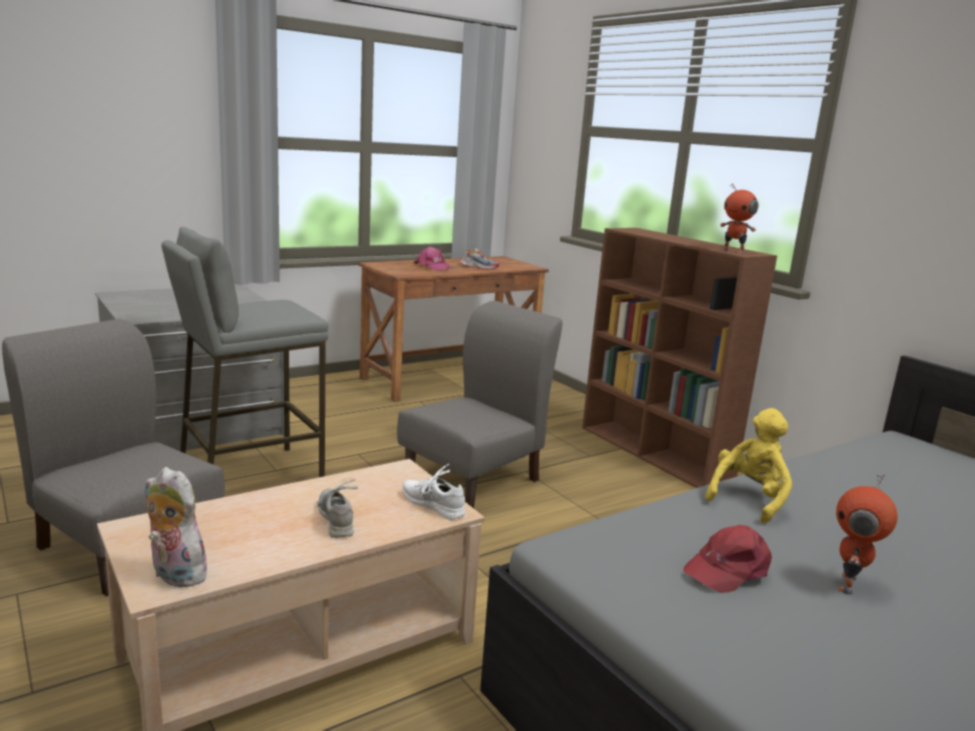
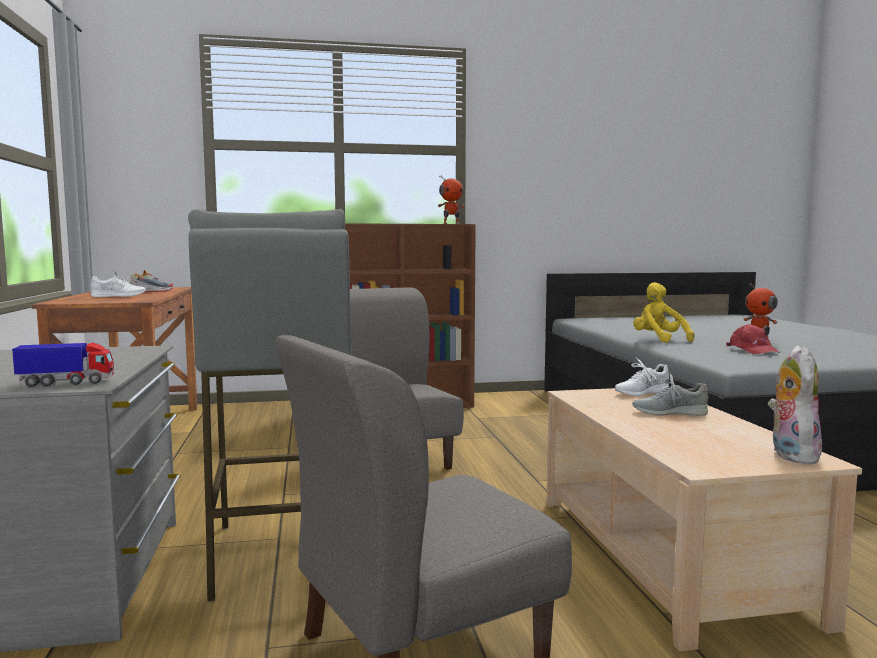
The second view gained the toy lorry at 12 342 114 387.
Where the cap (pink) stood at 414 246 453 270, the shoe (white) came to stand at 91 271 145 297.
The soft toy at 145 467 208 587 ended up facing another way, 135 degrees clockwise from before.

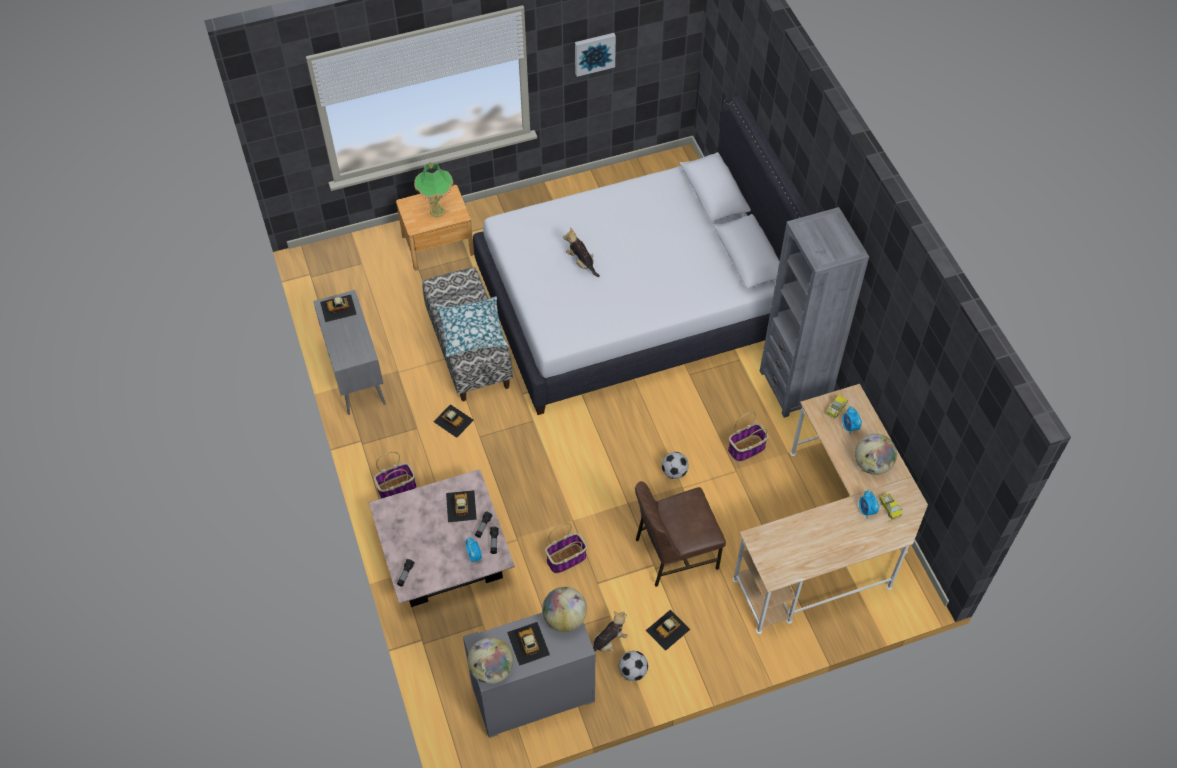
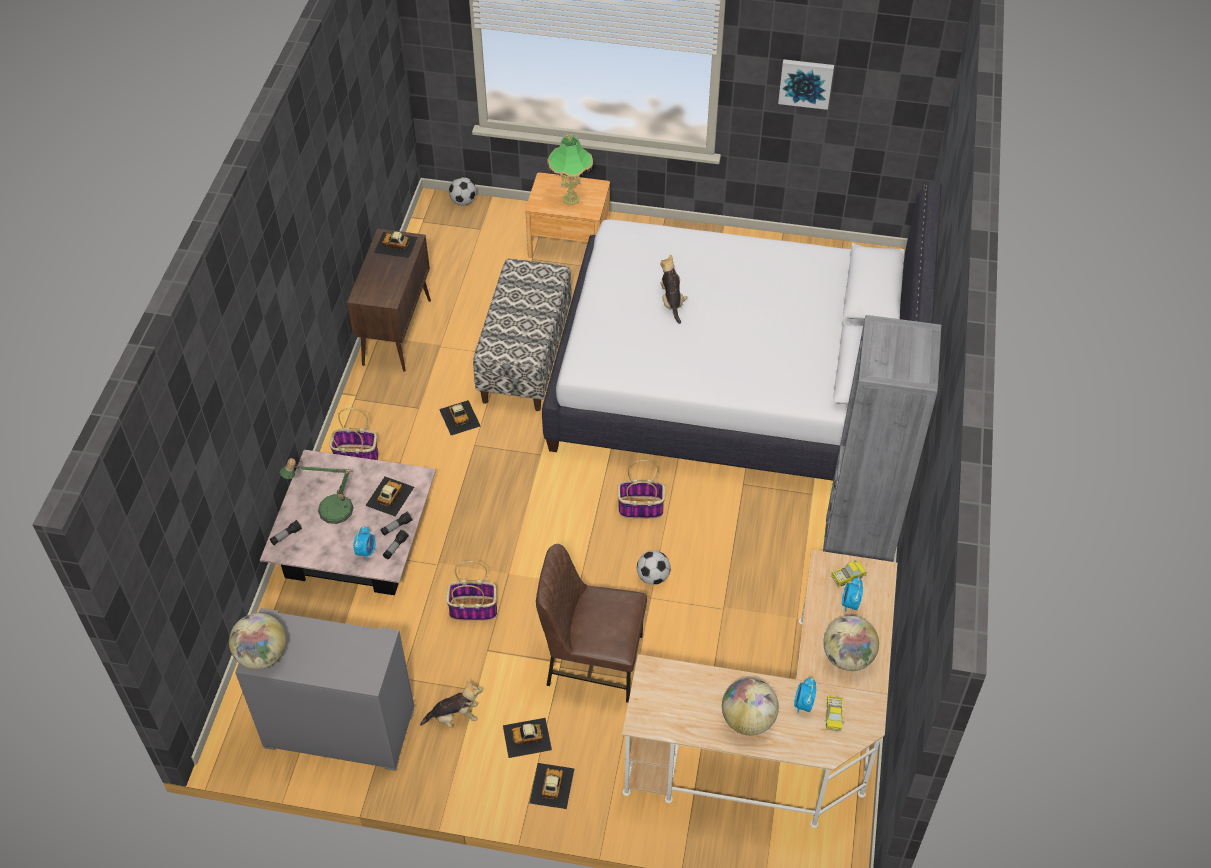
The second view gained the tabletop lamp at 280 458 354 524.
What was the cupboard (gray) at 313 290 386 415 turned into the cupboard (brownish) at 347 228 431 372.
The football ball ended up elsewhere, having gone from 619 651 648 681 to 449 177 476 205.
The model car ended up elsewhere, having gone from 507 622 550 666 to 529 763 575 809.
The household basket ended up elsewhere, having gone from 728 412 769 462 to 618 460 665 518.
The world globe ended up elsewhere, having gone from 542 587 587 632 to 722 678 779 735.
The second view lost the pillow at 436 297 508 357.

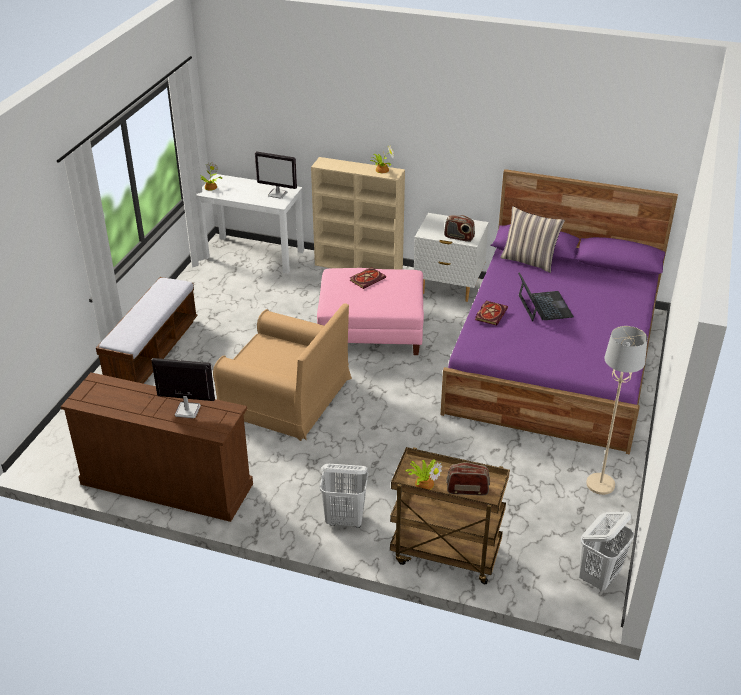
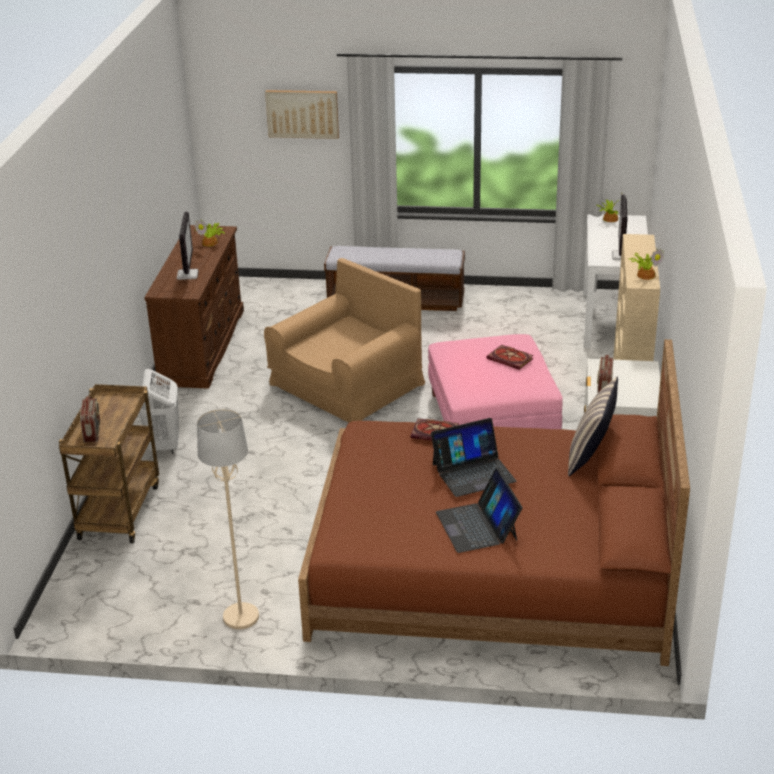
The houseplant ended up elsewhere, having gone from 406 459 442 490 to 195 219 225 246.
The armchair (brownish) at 213 304 352 441 ended up facing another way, 150 degrees counterclockwise from before.
The second view gained the wall art at 265 90 339 139.
What was the bedroom bed (purplish) at 440 169 678 454 turned into the bedroom bed (brownish) at 298 339 690 666.
The second view gained the portable computer at 436 468 522 553.
The second view lost the hamper (white) at 579 511 634 591.

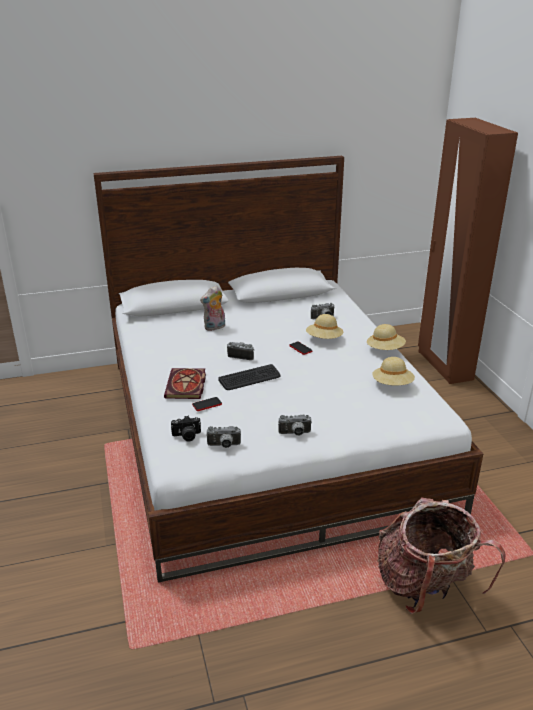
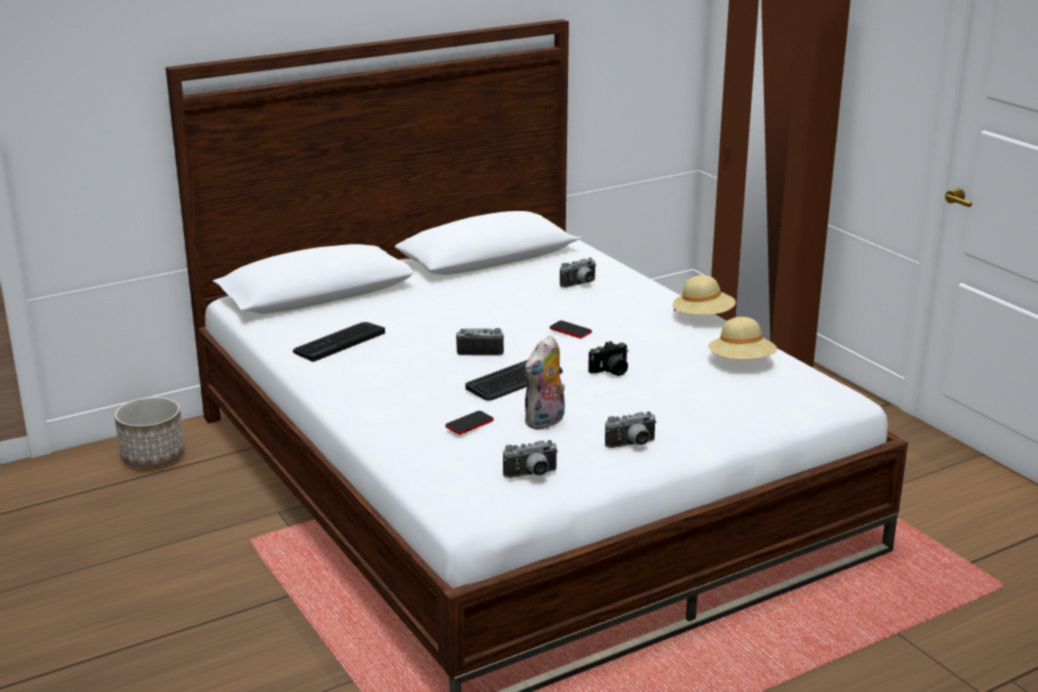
The second view gained the planter at 114 397 185 468.
The second view gained the PC keyboard at 293 322 385 362.
The soft toy ended up elsewhere, having gone from 200 285 225 331 to 525 335 565 430.
The still camera ended up elsewhere, having gone from 171 416 201 441 to 588 341 628 376.
The second view lost the book at 164 368 206 399.
The second view lost the wearable hat (beige-coloured) at 306 314 343 339.
The second view lost the rucksack at 377 498 506 614.

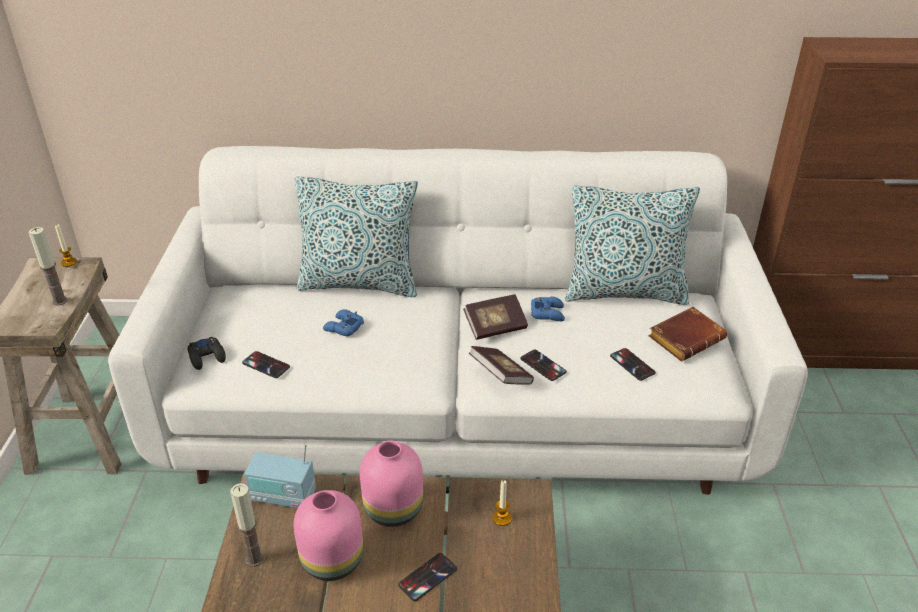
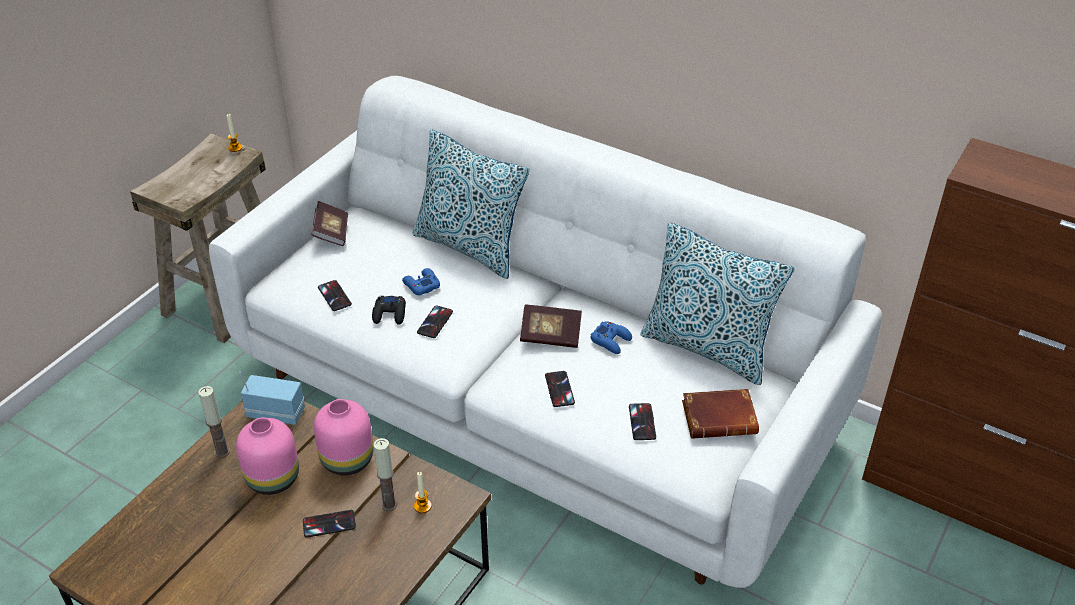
The radio receiver at 244 444 316 508 ended up facing another way, 150 degrees clockwise from before.
The book ended up elsewhere, having gone from 469 346 534 385 to 312 201 348 246.
The gamepad (black-coloured) ended up elsewhere, having gone from 187 337 226 370 to 372 296 406 324.
The wax candle ended up elsewhere, having gone from 29 227 68 306 to 373 438 397 511.
The second view gained the phone at 417 305 453 338.

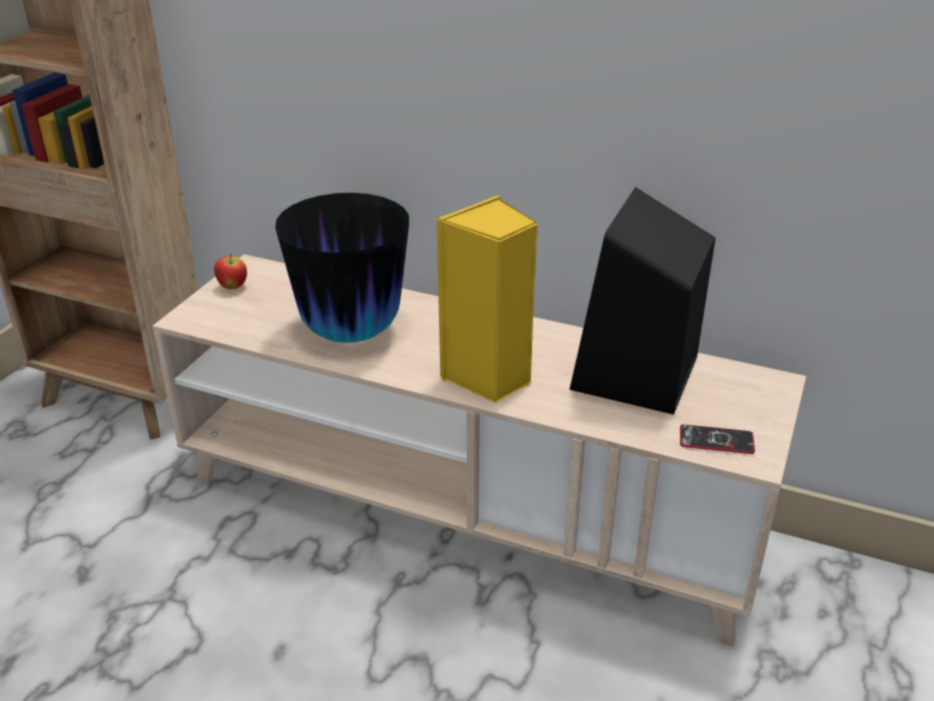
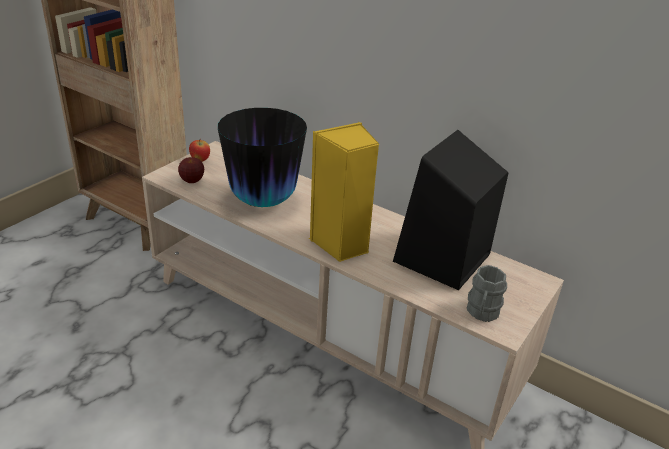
The second view gained the apple at 178 157 204 183.
Where the phone stood at 680 424 755 454, the mug (gray) came to stand at 467 265 507 322.

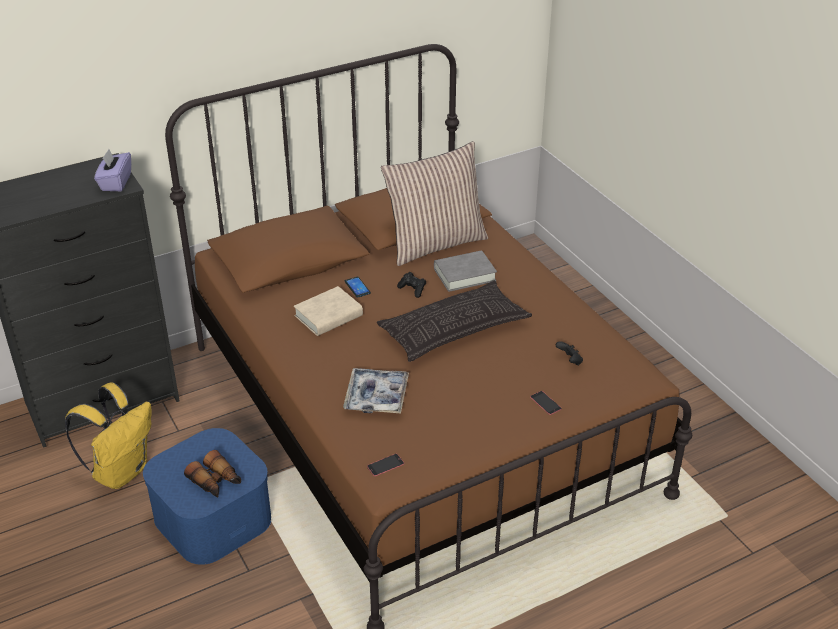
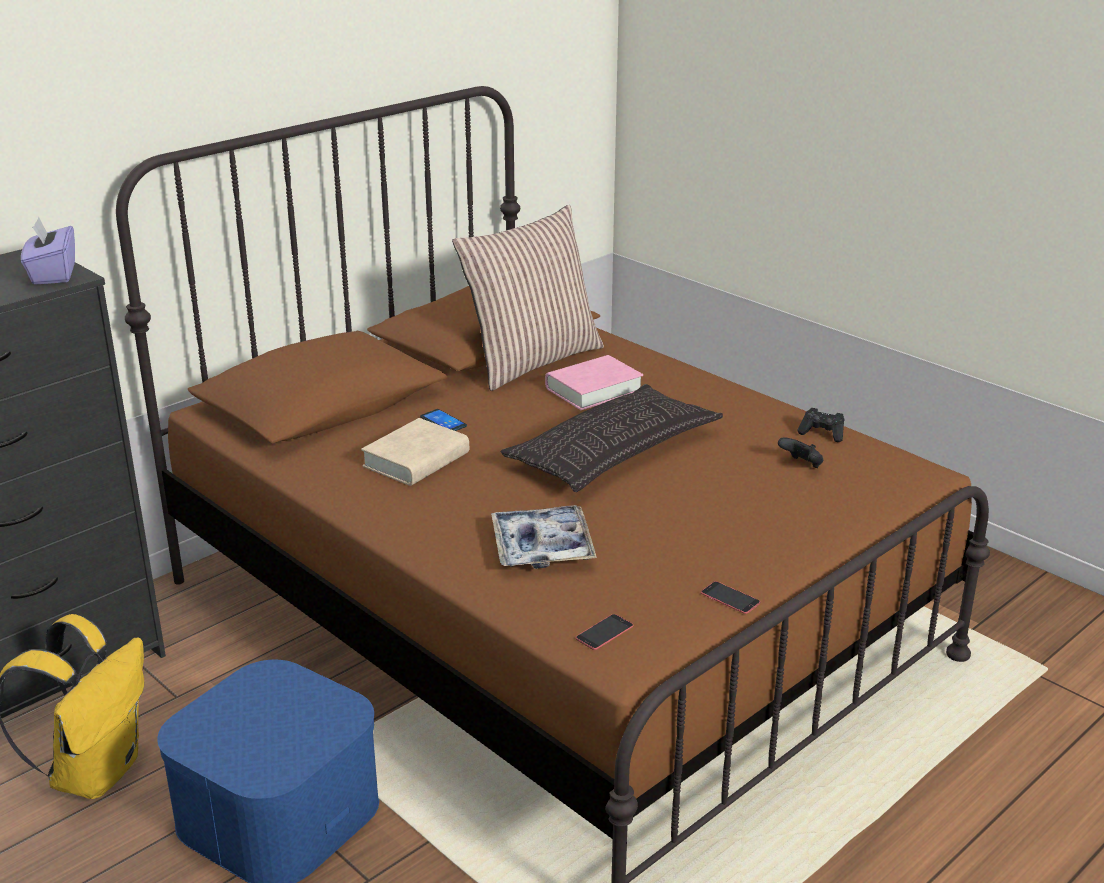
What was the book (gray) at 434 250 497 292 turned into the book (pink) at 545 355 643 410.
The phone ended up elsewhere, having gone from 530 391 562 415 to 701 581 760 614.
The gamepad (black-coloured) ended up elsewhere, having gone from 397 272 426 298 to 797 408 845 442.
The second view lost the binoculars at 184 450 241 498.

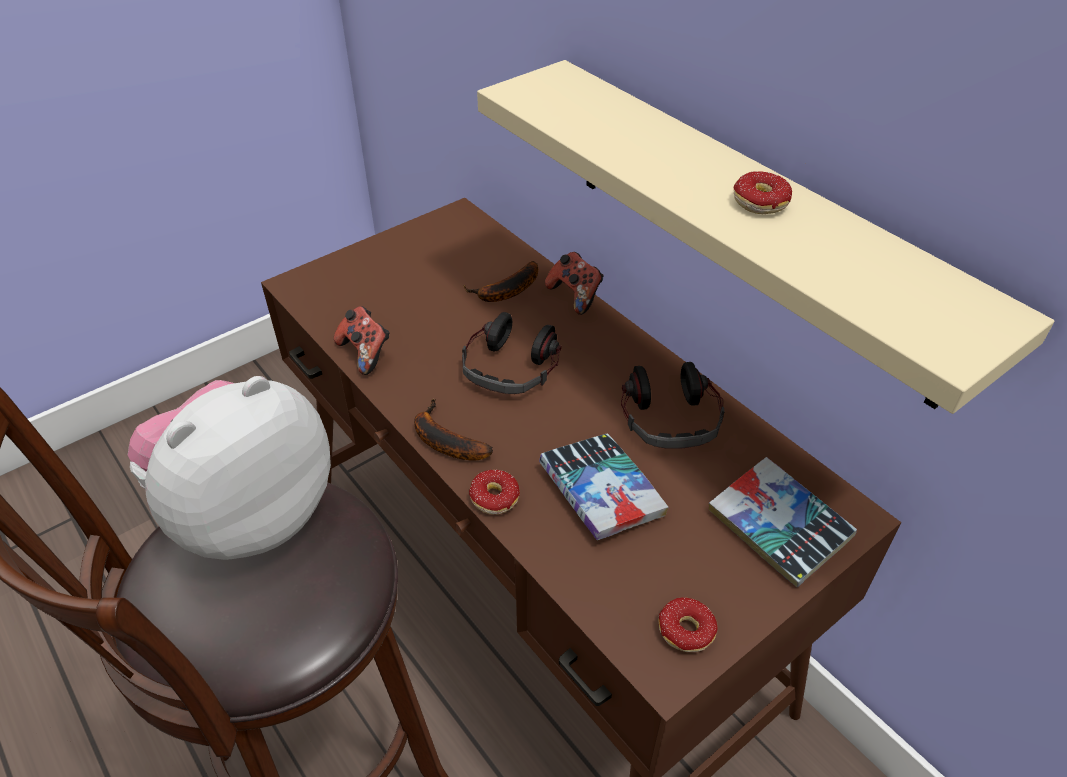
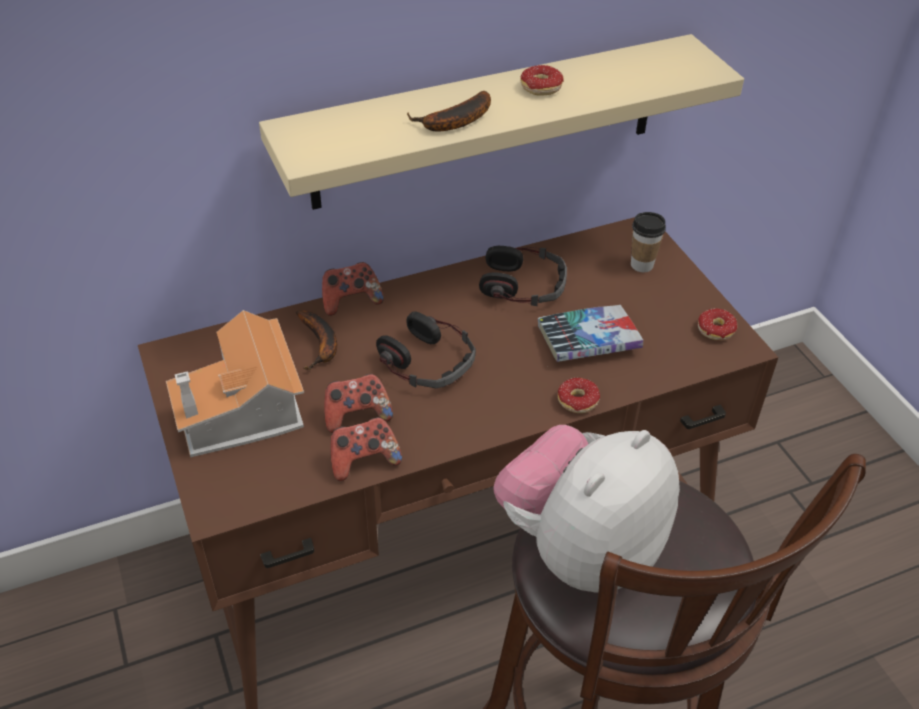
The second view gained the miniature house at 166 310 304 457.
The second view gained the gamepad at 324 374 393 433.
The banana fruit ended up elsewhere, having gone from 414 398 493 461 to 407 91 491 132.
The soft toy at 128 376 331 560 ended up facing another way, 75 degrees clockwise from before.
Where the book stood at 709 457 857 587, the cup came to stand at 631 212 666 272.

